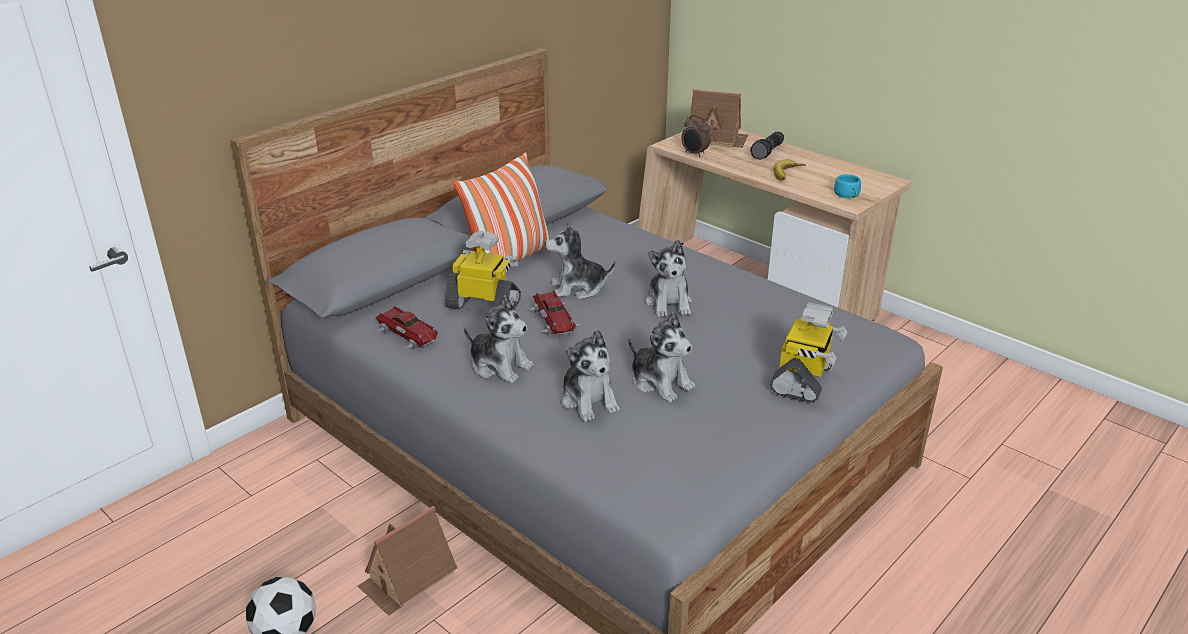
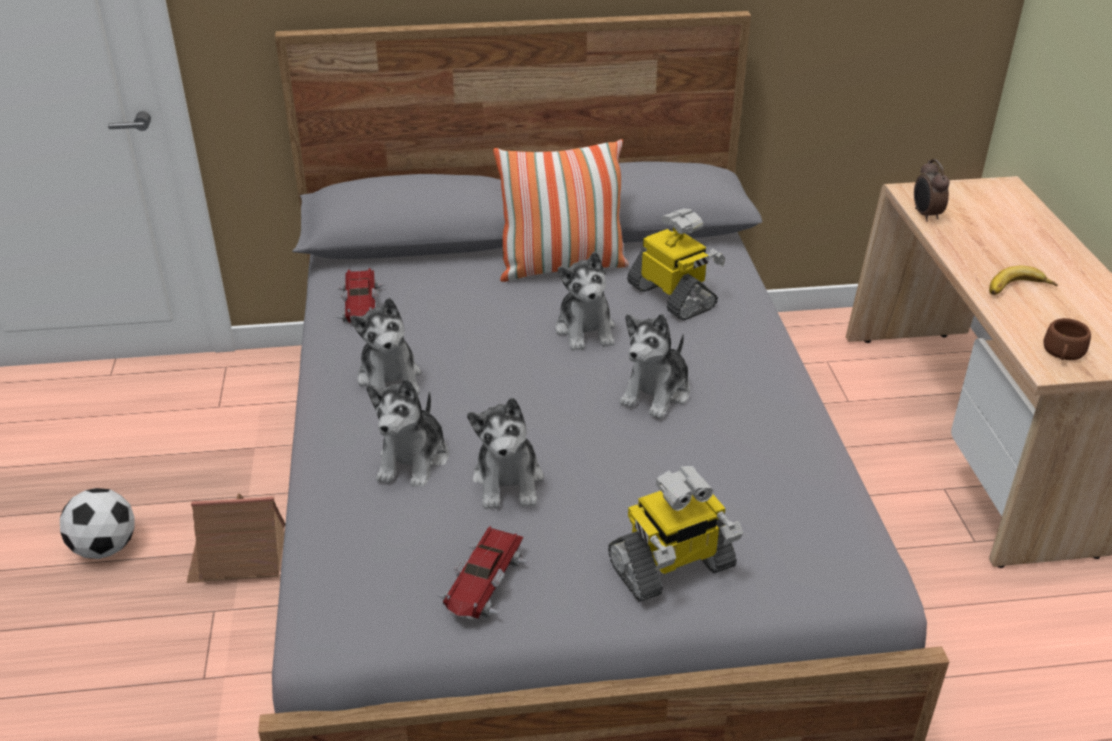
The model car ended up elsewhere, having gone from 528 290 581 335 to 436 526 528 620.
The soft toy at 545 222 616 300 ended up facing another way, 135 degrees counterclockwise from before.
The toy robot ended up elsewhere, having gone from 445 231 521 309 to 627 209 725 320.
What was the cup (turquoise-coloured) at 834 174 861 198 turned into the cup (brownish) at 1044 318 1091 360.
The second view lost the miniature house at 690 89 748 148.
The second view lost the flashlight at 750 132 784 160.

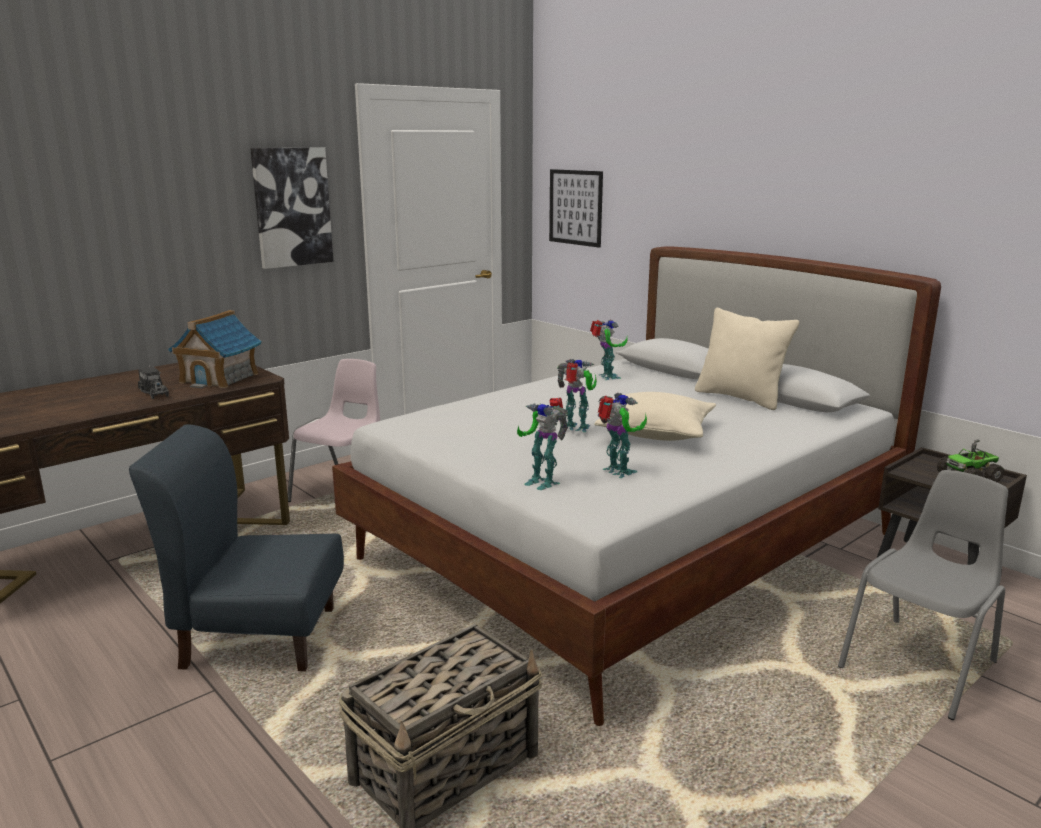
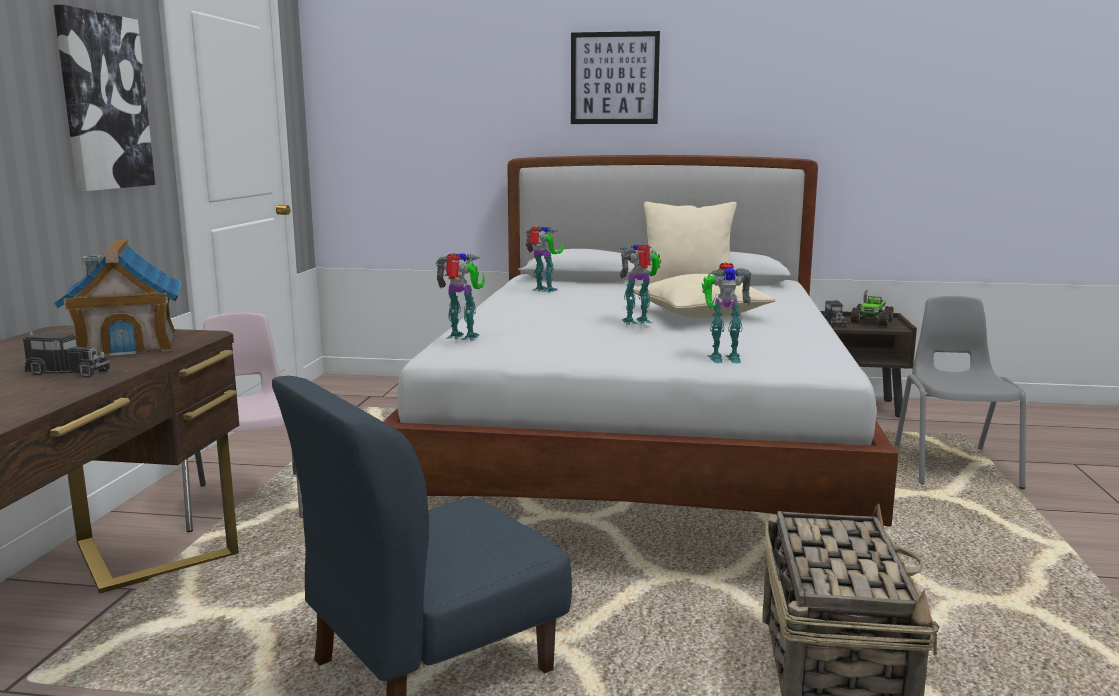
The toy robot ended up elsewhere, having gone from 598 393 647 478 to 436 253 485 340.
The wall art ended up elsewhere, having gone from 549 169 603 248 to 571 31 660 124.
The second view gained the toy lorry at 823 300 847 327.

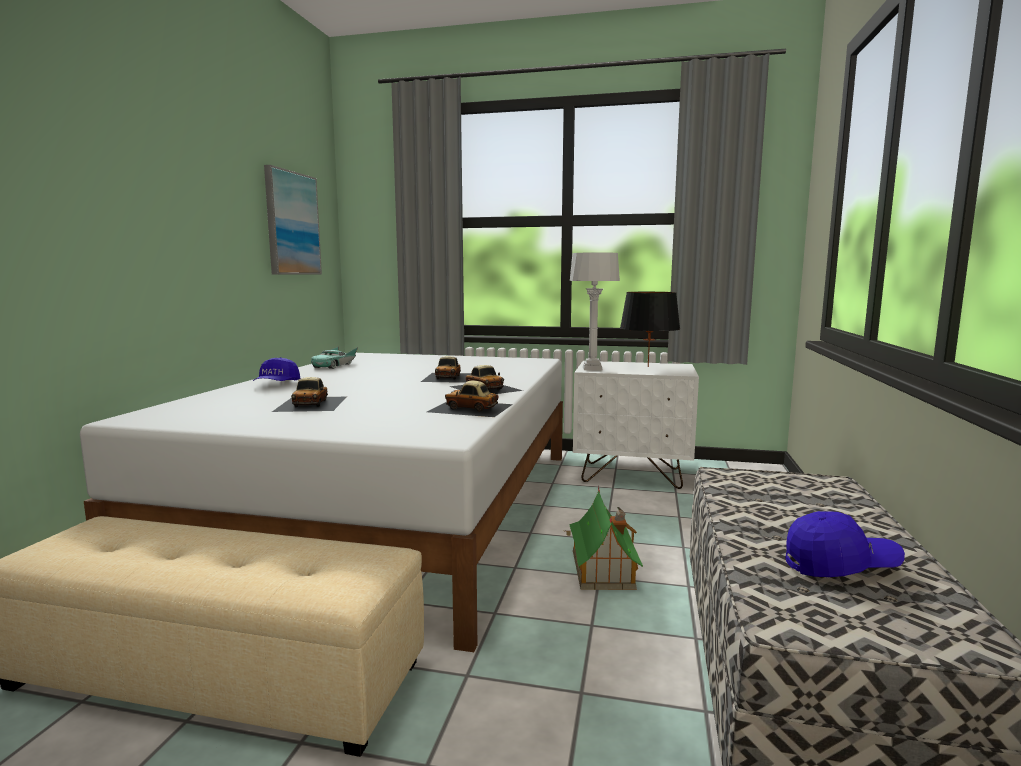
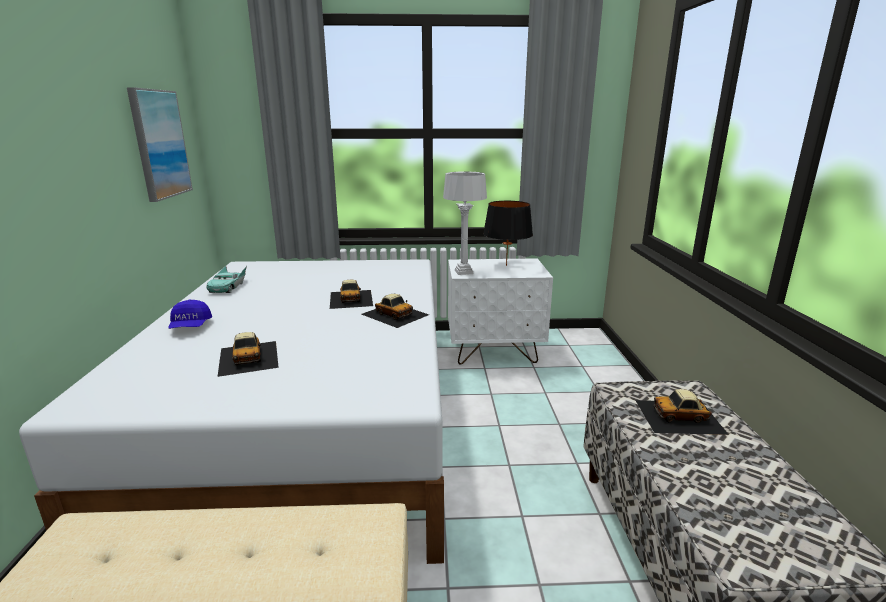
The model car ended up elsewhere, having gone from 427 381 513 417 to 635 389 729 435.
The second view lost the miniature house at 566 487 643 590.
The second view lost the cap (blue-coloured) at 785 511 905 577.

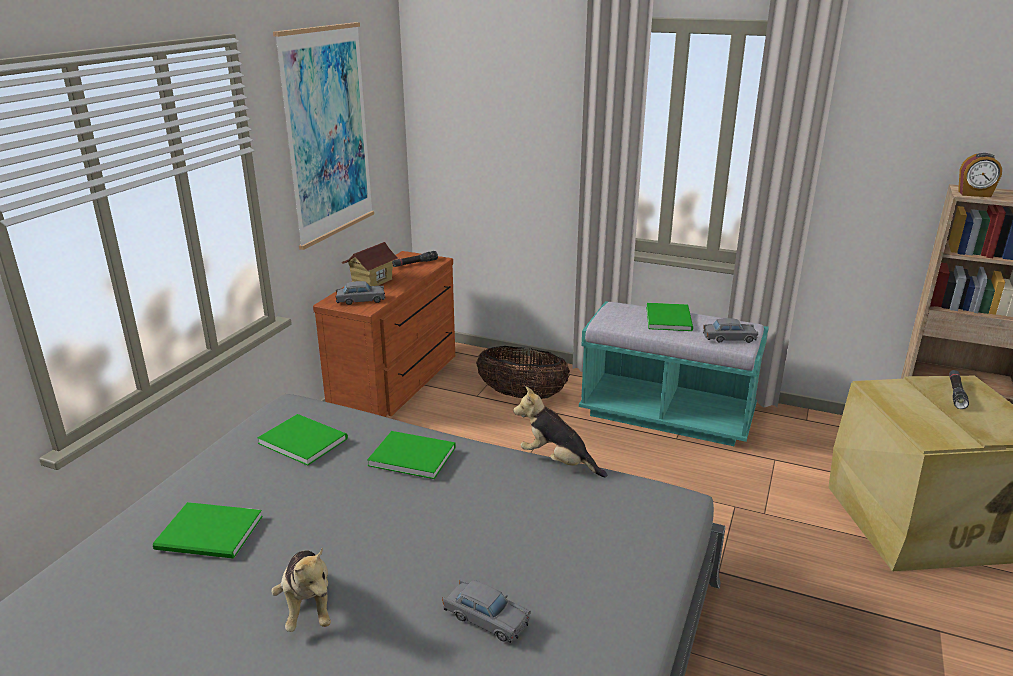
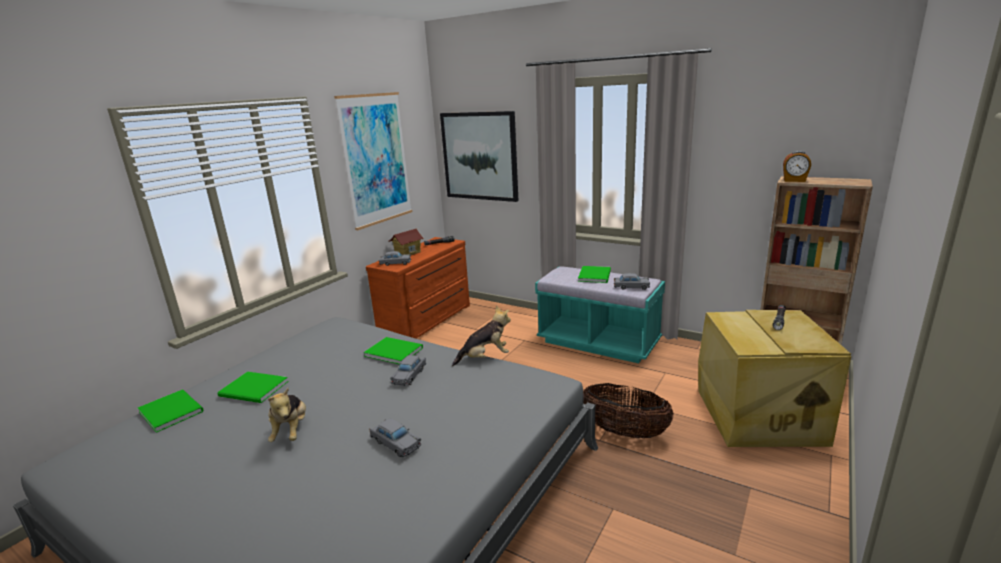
The book (green-coloured) ended up elsewhere, having gone from 257 414 348 466 to 138 390 204 433.
The second view gained the model car (gray) at 390 355 426 386.
The second view gained the wall art at 440 111 518 202.
The soft toy at 513 386 607 477 ended up facing another way, 120 degrees clockwise from before.
The household basket ended up elsewhere, having gone from 476 346 570 399 to 583 383 674 439.

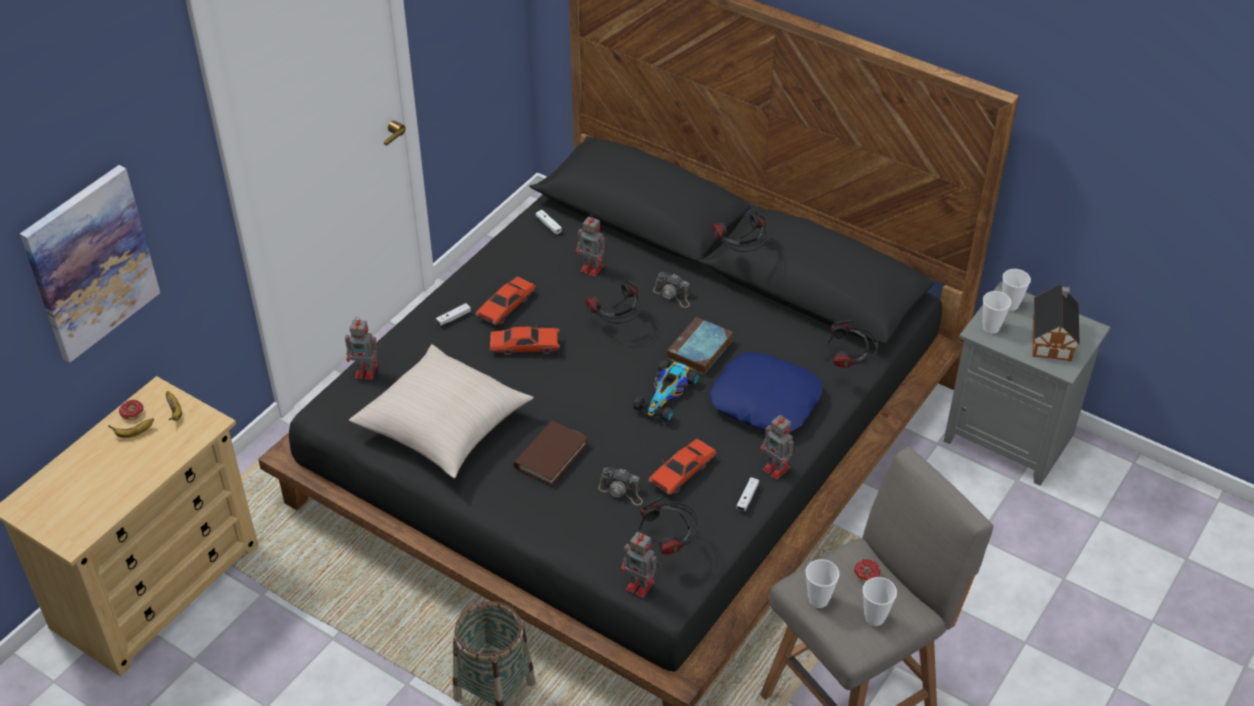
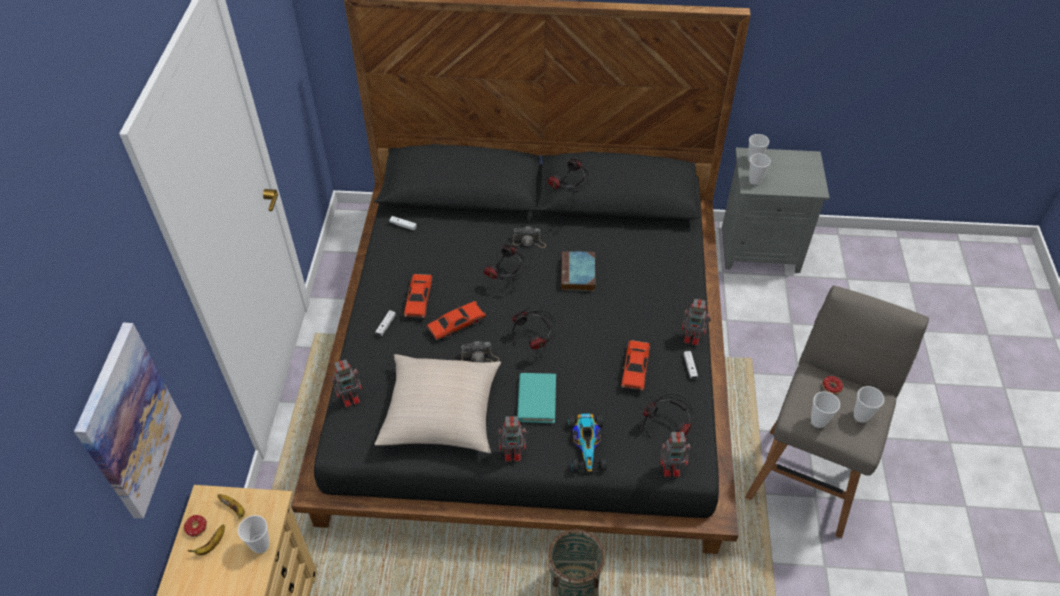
The second view gained the cup at 238 515 270 553.
The still camera ended up elsewhere, having gone from 598 467 643 505 to 461 341 499 362.
The toy robot ended up elsewhere, having gone from 576 214 609 277 to 498 416 528 461.
The pair of headphones ended up elsewhere, having gone from 824 320 878 368 to 512 307 558 349.
What was the book (brownish) at 514 421 588 486 turned into the book (turquoise-coloured) at 517 373 556 423.
The model car ended up elsewhere, having gone from 633 360 699 421 to 568 413 607 472.
The second view lost the pillow (blue-coloured) at 709 352 822 433.
The second view lost the miniature house at 1033 285 1080 362.

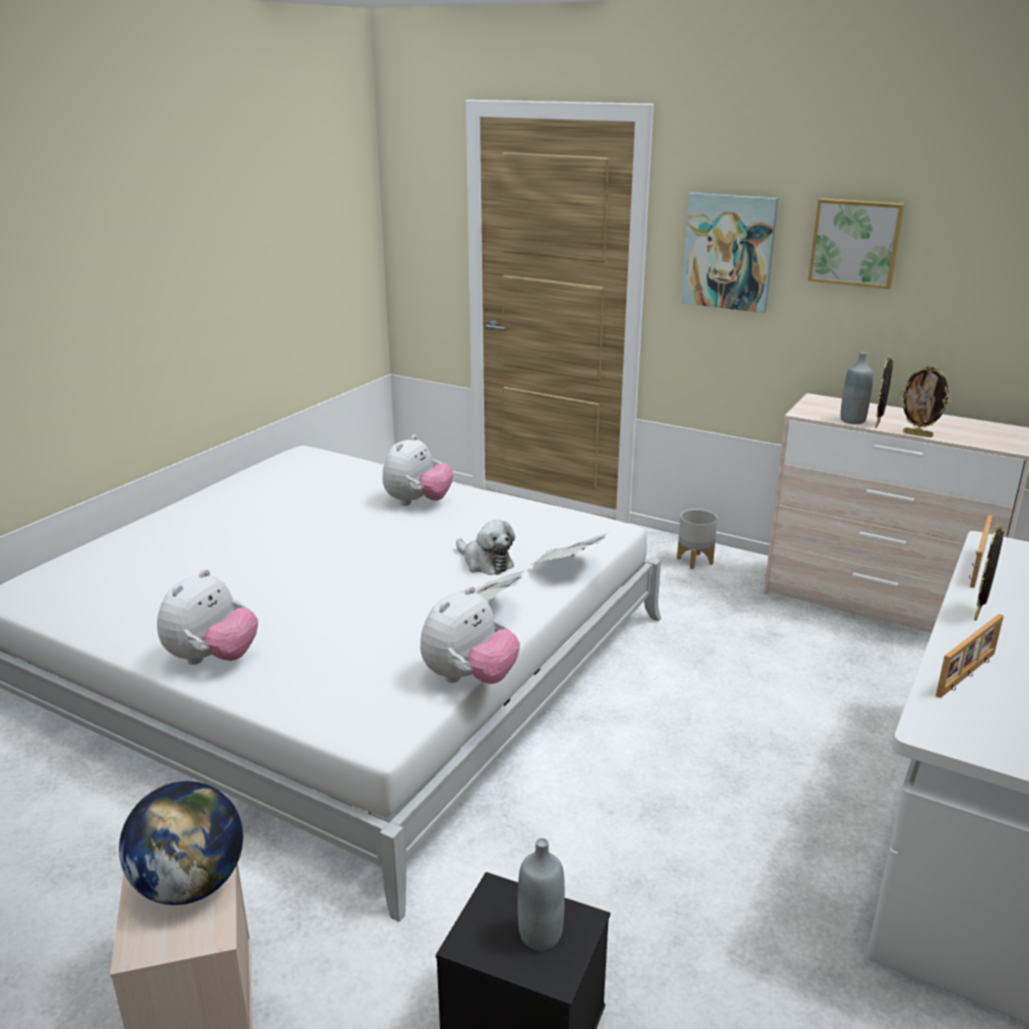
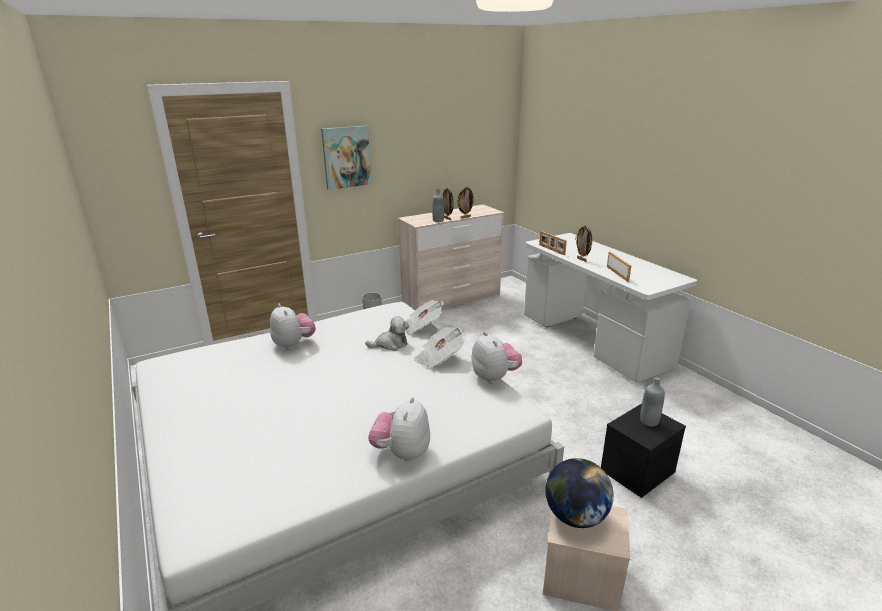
The soft toy at 157 569 258 665 ended up facing another way, 135 degrees counterclockwise from before.
The second view lost the wall art at 808 198 905 289.

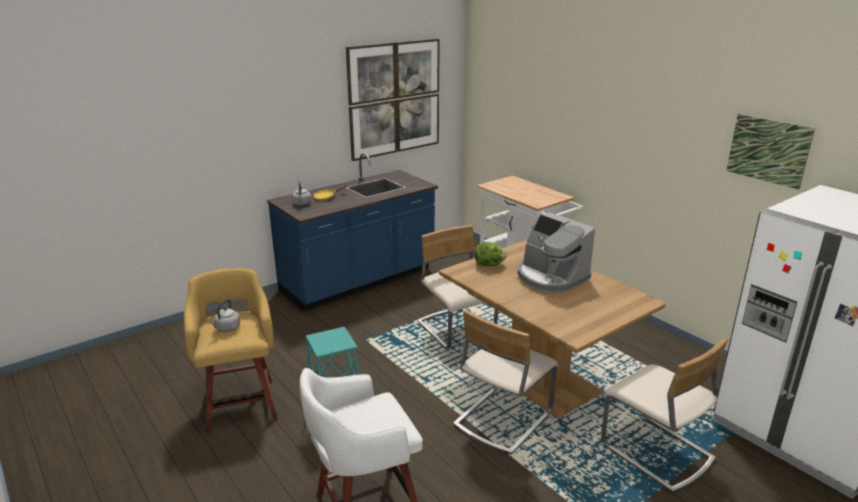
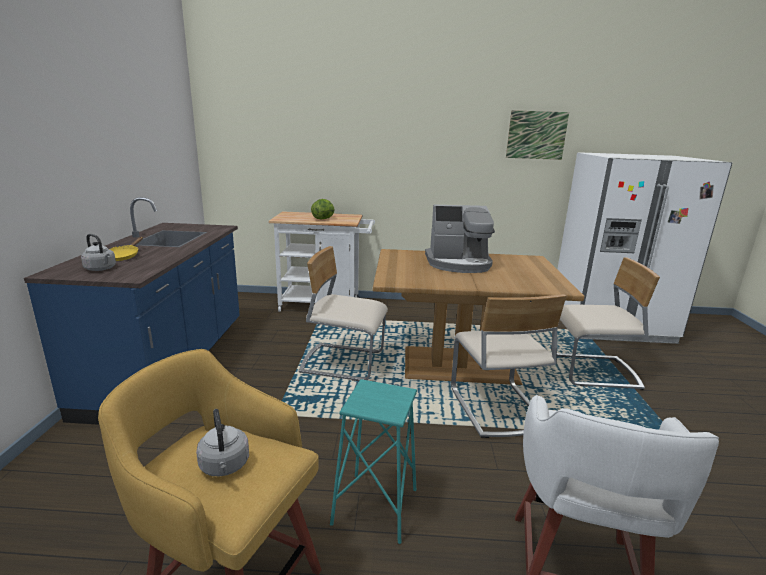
The head of lettuce ended up elsewhere, having gone from 475 242 507 266 to 311 199 334 219.
The second view lost the wall art at 346 38 440 161.

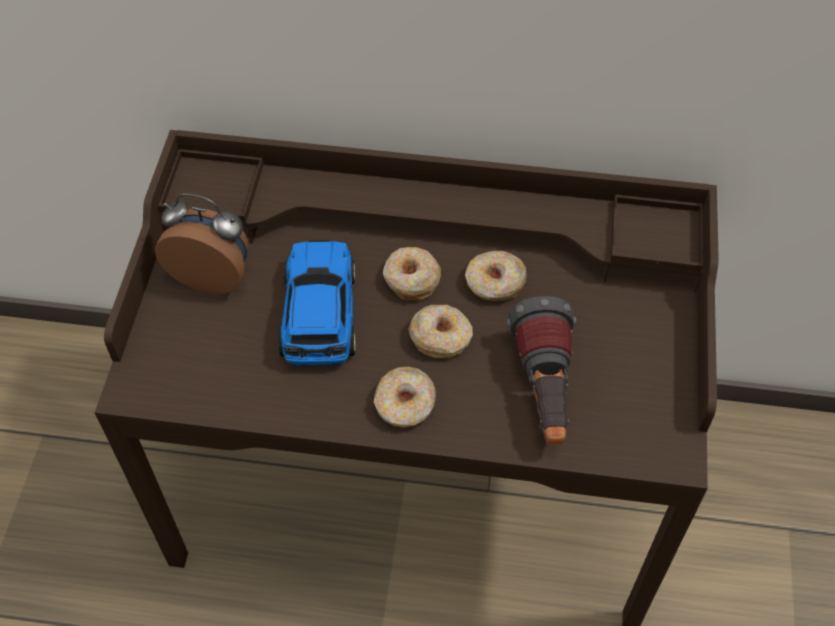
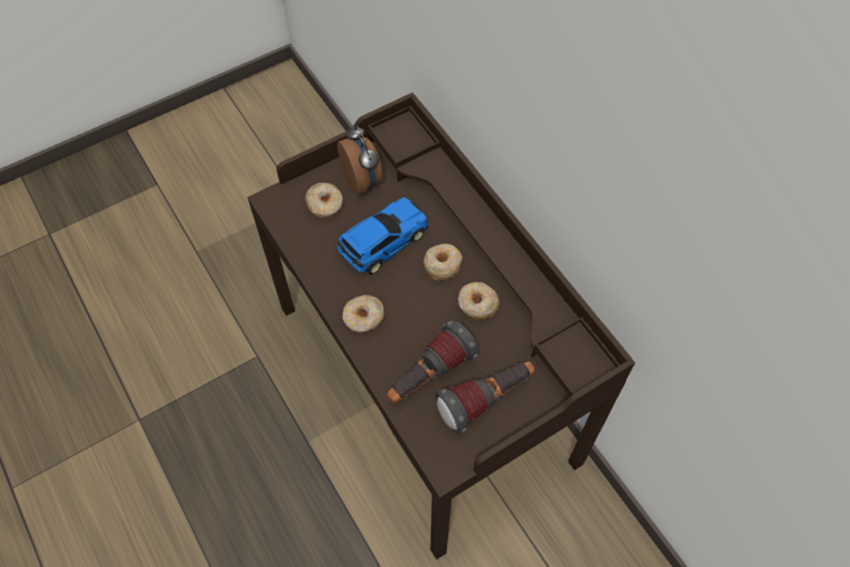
The ring doughnut ended up elsewhere, having gone from 408 305 473 358 to 305 182 343 217.
The second view gained the flashlight at 435 362 535 435.

